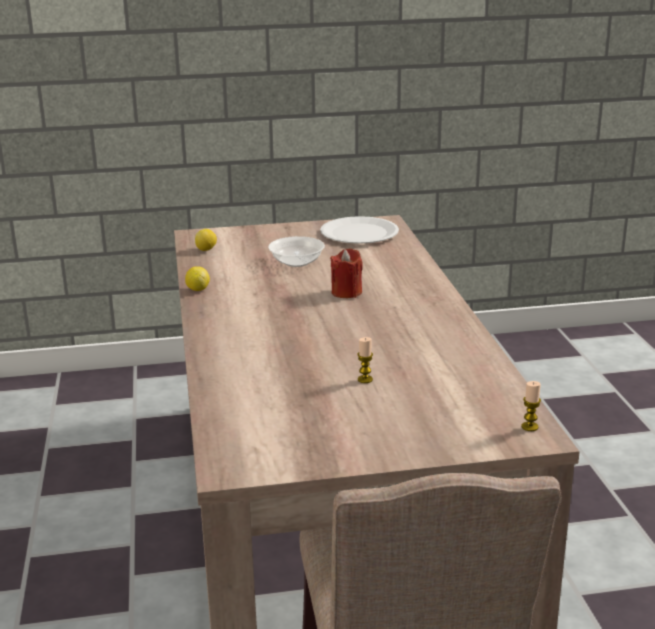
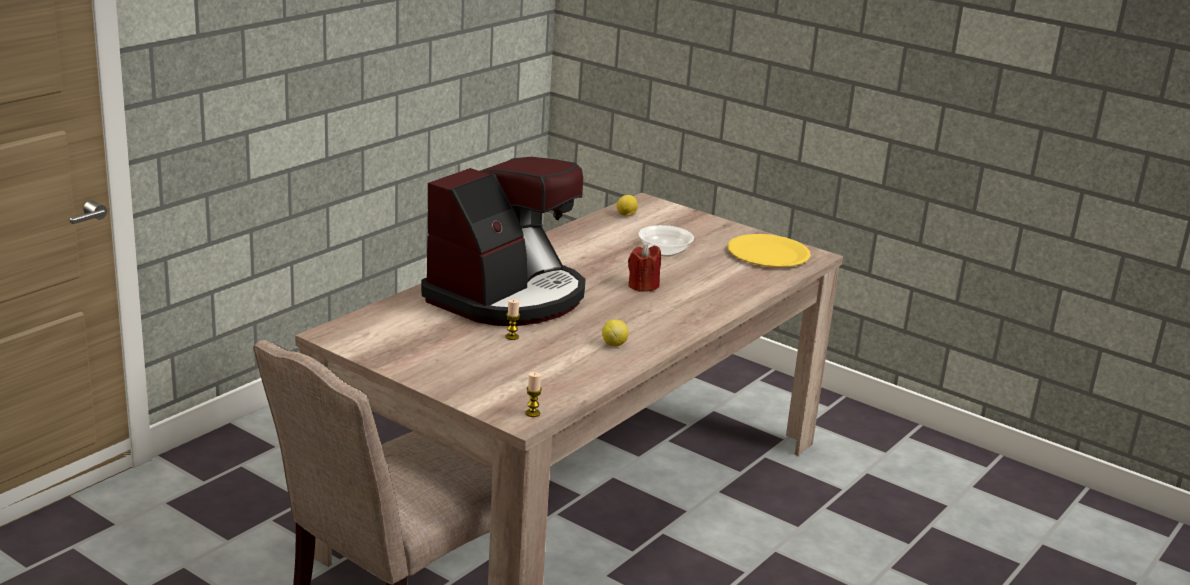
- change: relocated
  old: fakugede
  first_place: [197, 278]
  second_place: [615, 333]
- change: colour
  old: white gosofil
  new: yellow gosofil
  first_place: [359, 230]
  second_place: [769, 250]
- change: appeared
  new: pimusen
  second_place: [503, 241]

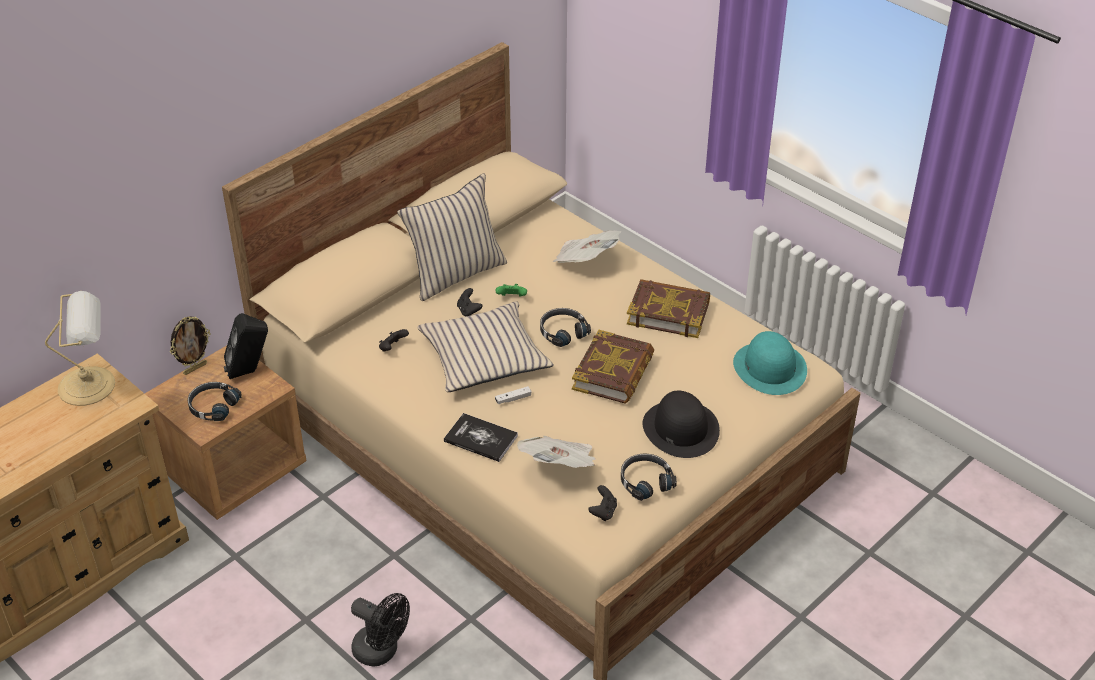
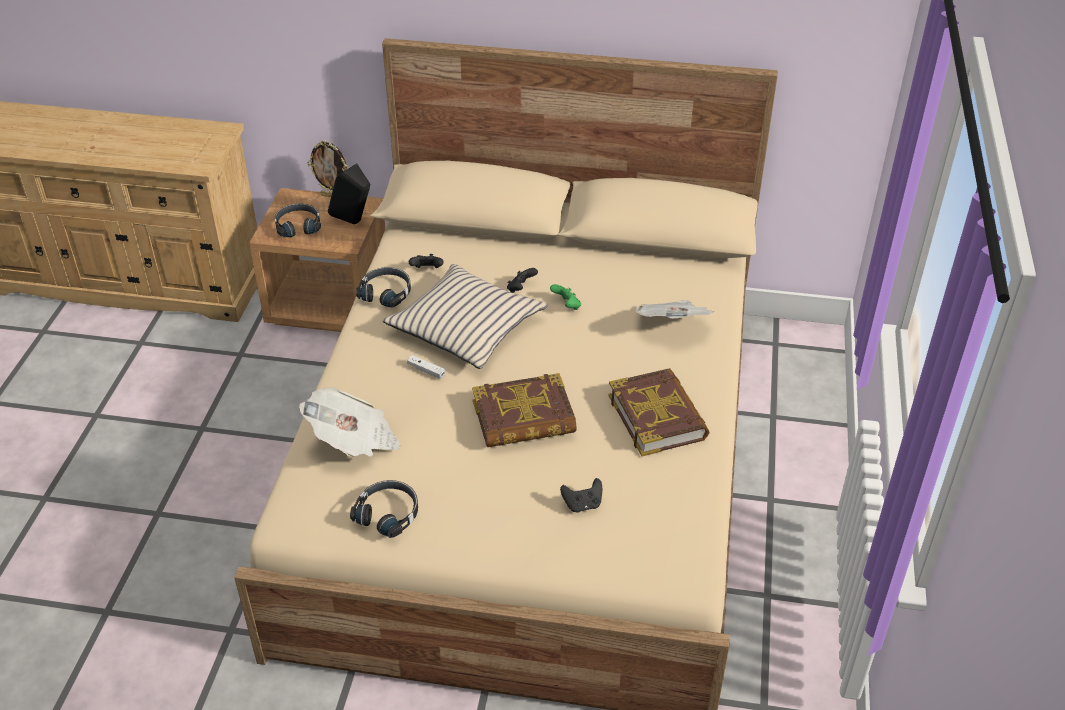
- change: missing
  old: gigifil
  first_place: [80, 348]
- change: missing
  old: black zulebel
  first_place: [380, 629]
- change: missing
  old: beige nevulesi
  first_place: [452, 237]
- change: missing
  old: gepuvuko
  first_place: [481, 437]
- change: relocated
  old: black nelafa
  first_place: [565, 327]
  second_place: [383, 287]
- change: relocated
  old: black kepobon
  first_place: [602, 503]
  second_place: [581, 495]
- change: missing
  old: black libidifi
  first_place: [681, 424]
- change: missing
  old: turquoise libidifi
  first_place: [770, 363]

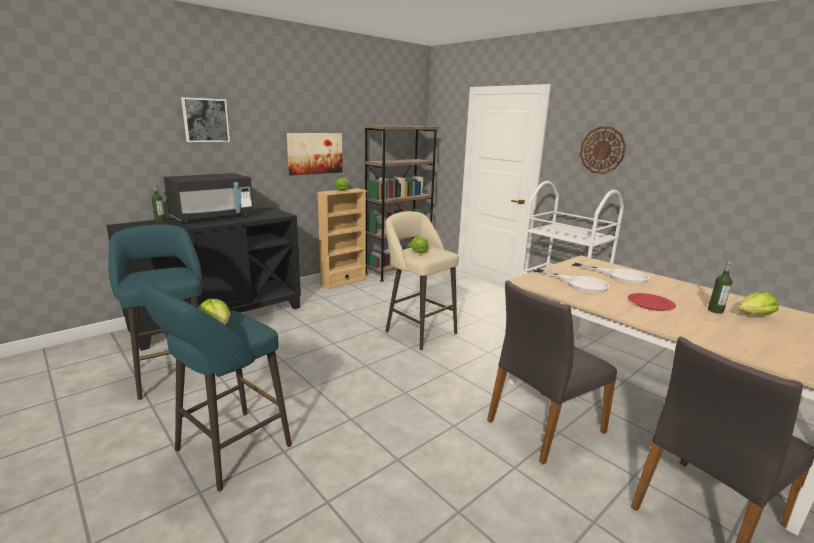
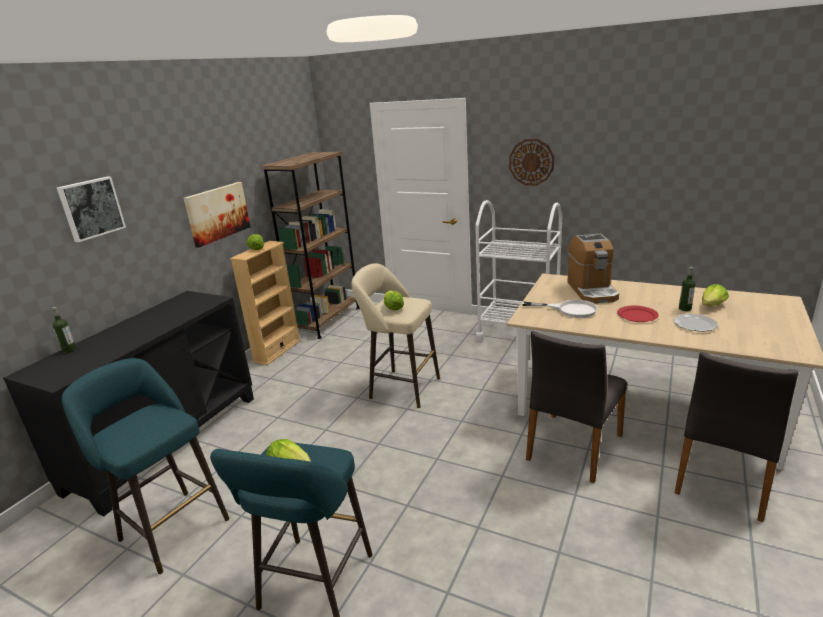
- change: missing
  old: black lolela
  first_place: [209, 198]
- change: exchanged
  old: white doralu
  new: pimusen
  first_place: [610, 273]
  second_place: [593, 269]
- change: appeared
  new: gosofil
  second_place: [696, 323]

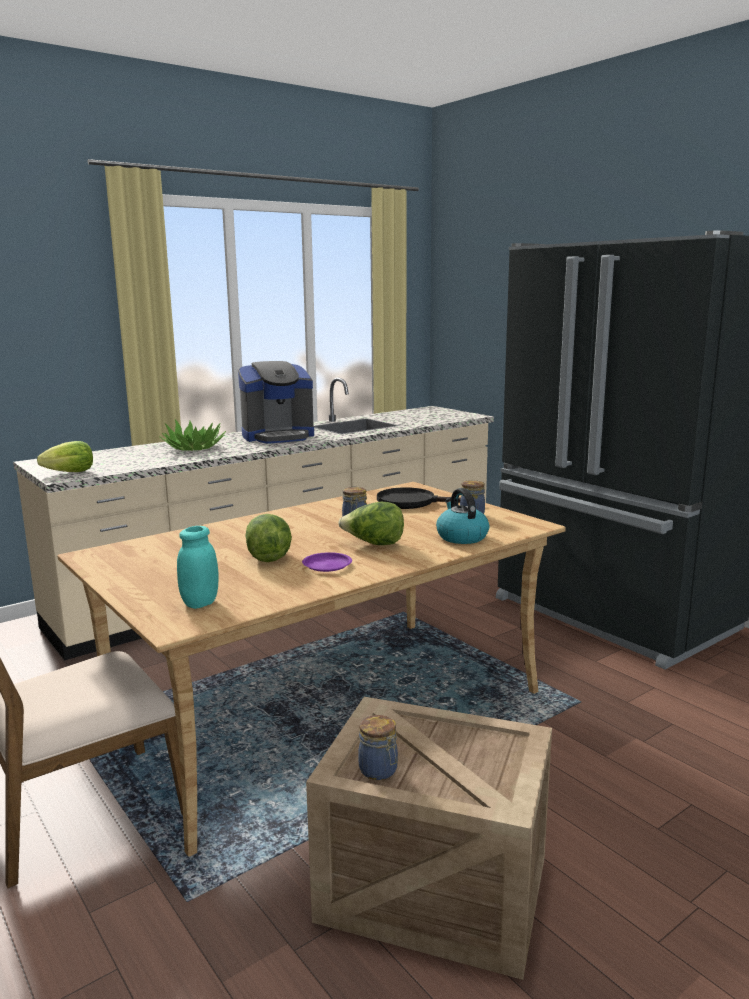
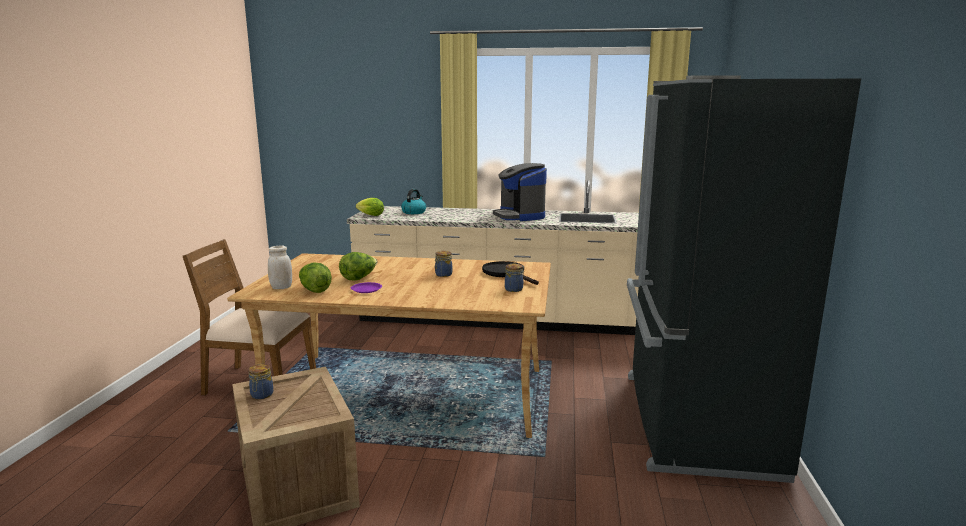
- change: missing
  old: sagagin
  first_place: [192, 435]
- change: colour
  old: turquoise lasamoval
  new: white lasamoval
  first_place: [197, 567]
  second_place: [280, 267]
- change: spun
  old: pimusen
  first_place: [276, 402]
  second_place: [520, 192]
  degrees: 45
- change: relocated
  old: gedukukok
  first_place: [371, 523]
  second_place: [315, 277]
- change: relocated
  old: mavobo
  first_place: [462, 516]
  second_place: [413, 201]

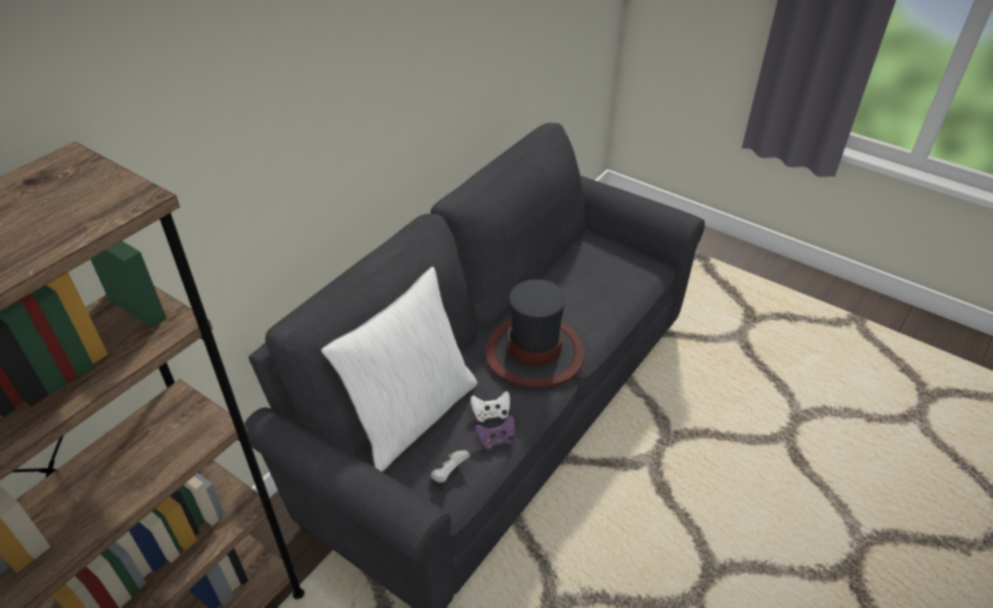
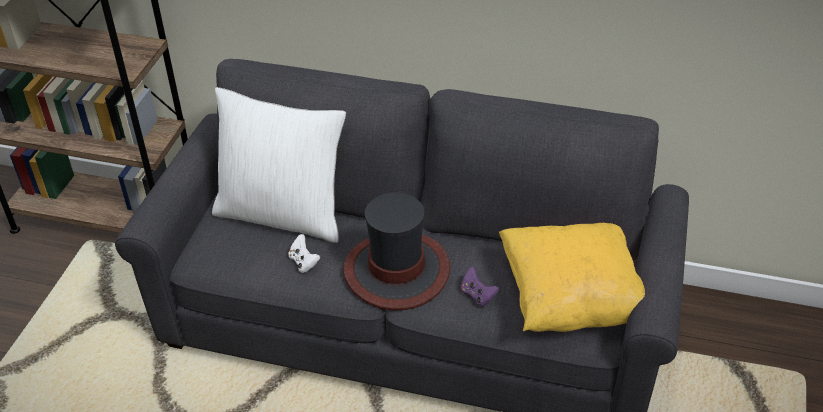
- change: missing
  old: white kepobon
  first_place: [450, 466]
- change: relocated
  old: purple kepobon
  first_place: [495, 432]
  second_place: [479, 287]
- change: appeared
  new: yellow nevulesi
  second_place: [572, 277]

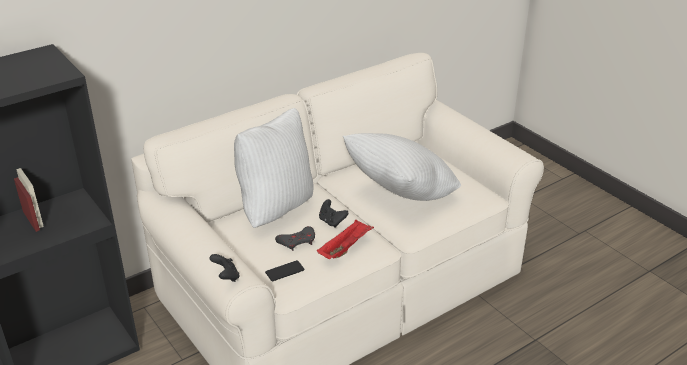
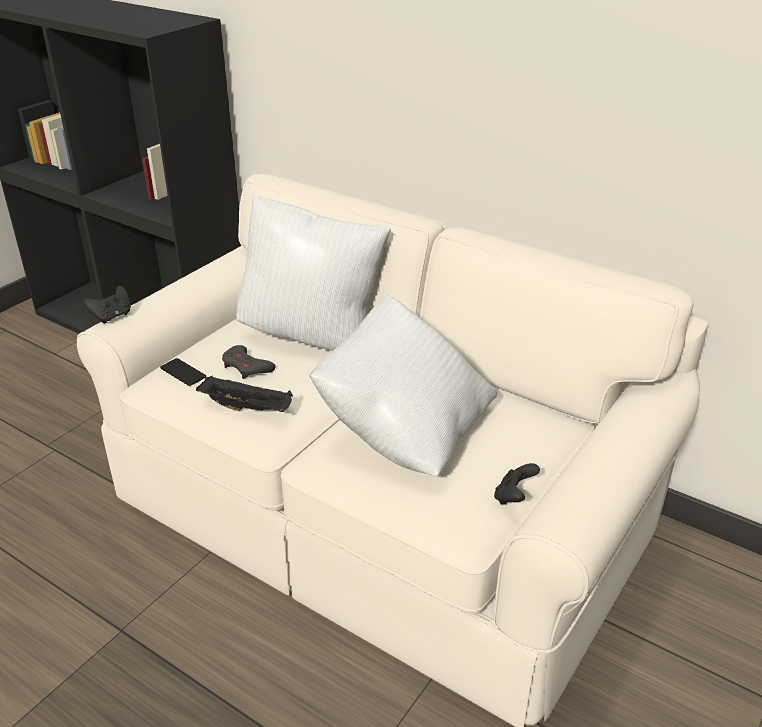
- change: colour
  old: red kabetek
  new: black kabetek
  first_place: [345, 239]
  second_place: [244, 393]
- change: relocated
  old: black kepobon
  first_place: [333, 213]
  second_place: [517, 484]

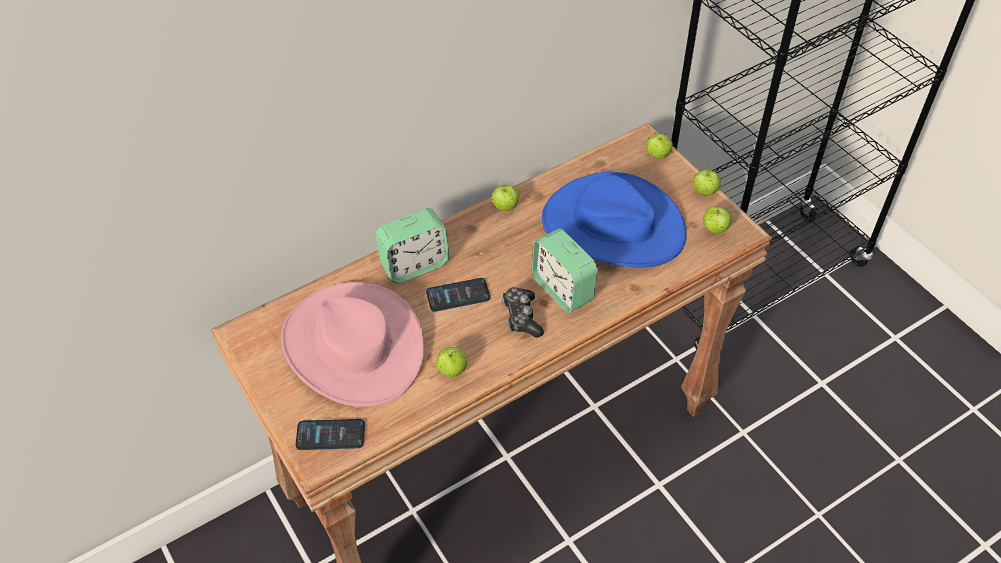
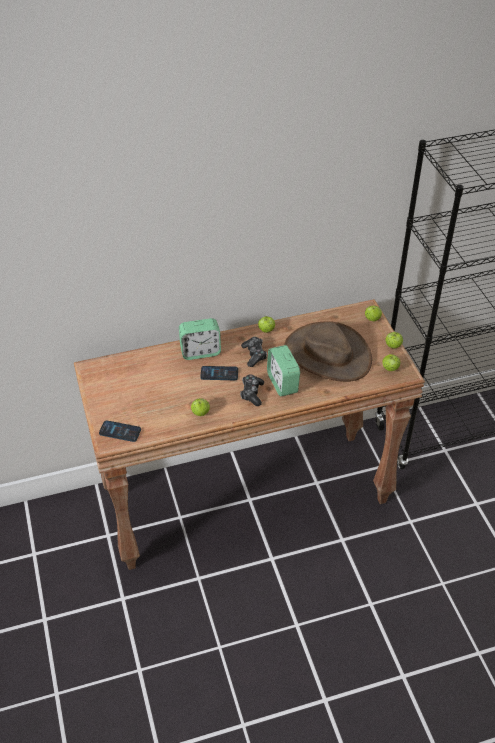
- change: missing
  old: pink libidifi
  first_place: [352, 344]
- change: colour
  old: blue libidifi
  new: brown libidifi
  first_place: [614, 219]
  second_place: [328, 351]
- change: appeared
  new: kepobon
  second_place: [254, 352]

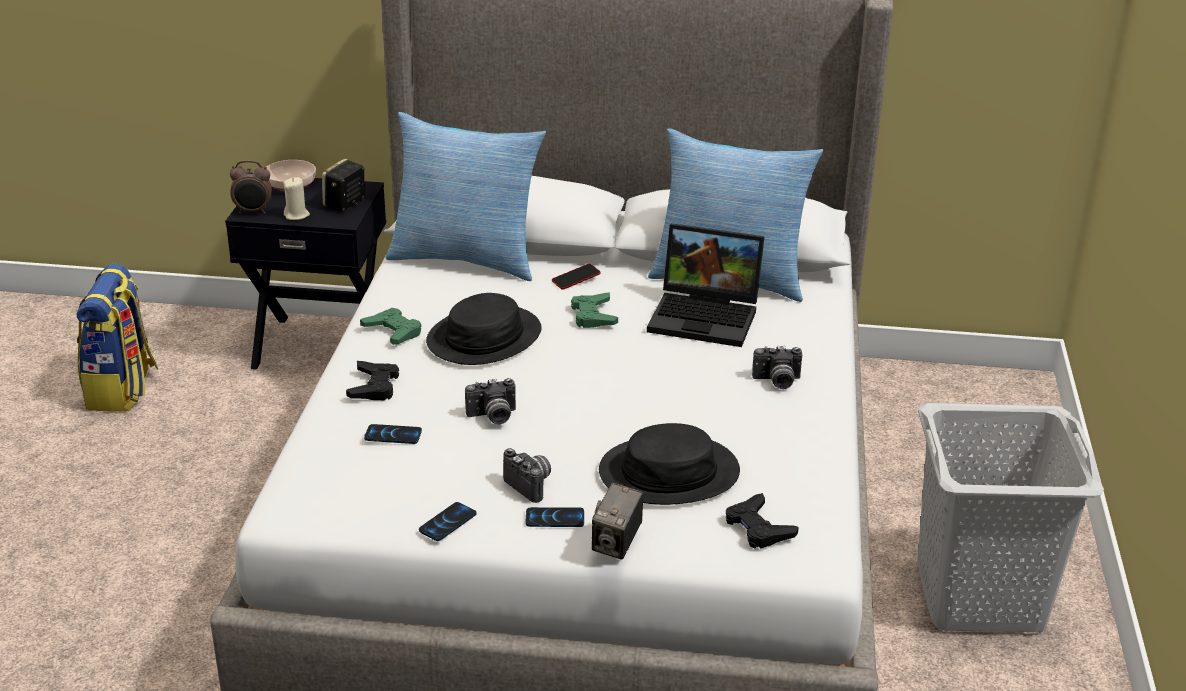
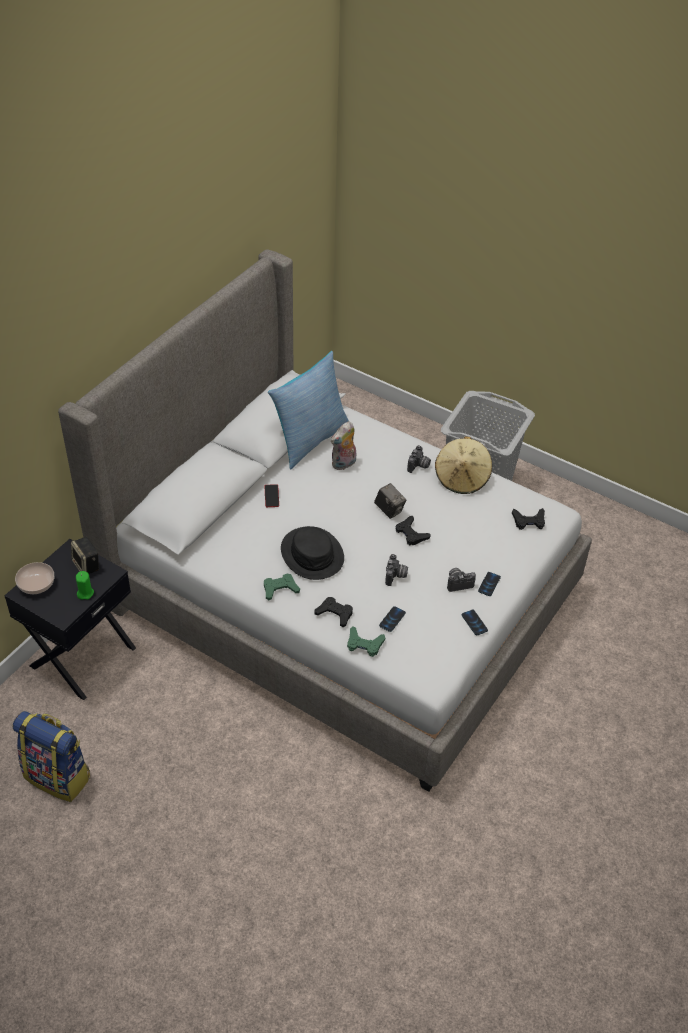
- change: missing
  old: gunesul
  first_place: [251, 187]
- change: colour
  old: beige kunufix
  new: green kunufix
  first_place: [297, 198]
  second_place: [85, 585]
- change: missing
  old: nevulesi
  first_place: [466, 196]
- change: relocated
  old: green kepobon
  first_place: [594, 310]
  second_place: [366, 641]
- change: relocated
  old: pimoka
  first_place: [617, 521]
  second_place: [390, 501]
- change: missing
  old: black libidifi
  first_place: [669, 464]
- change: exchanged
  old: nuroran
  new: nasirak
  first_place: [706, 285]
  second_place: [343, 446]
- change: appeared
  new: black kepobon
  second_place: [413, 530]
- change: appeared
  new: beige libidifi
  second_place: [463, 465]

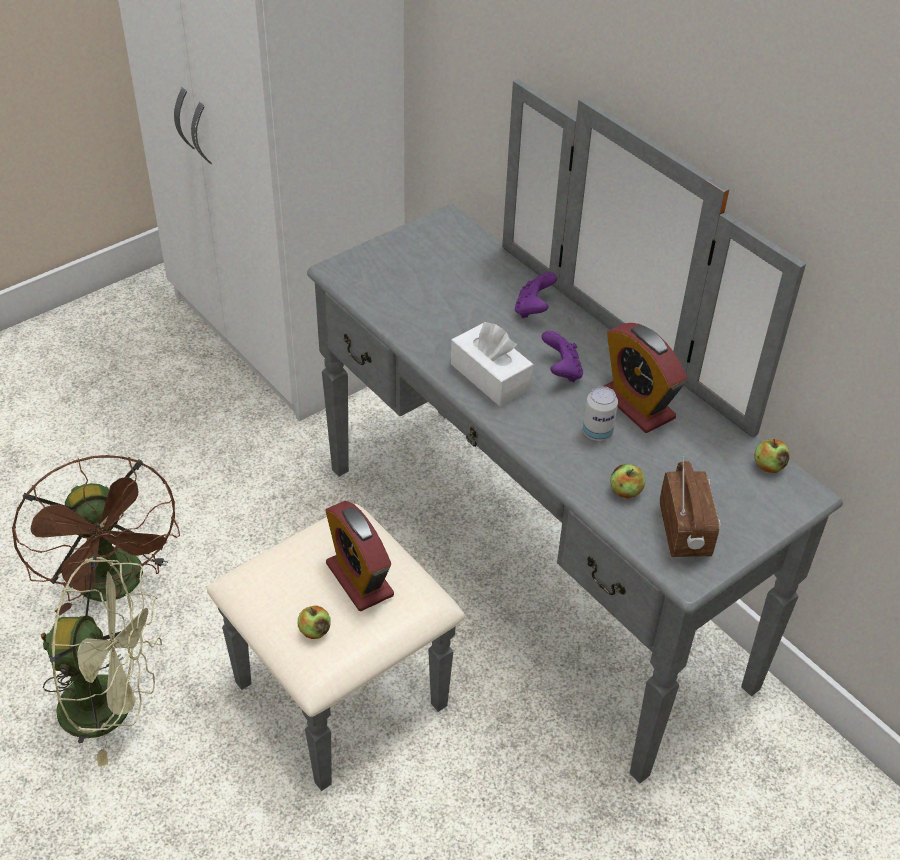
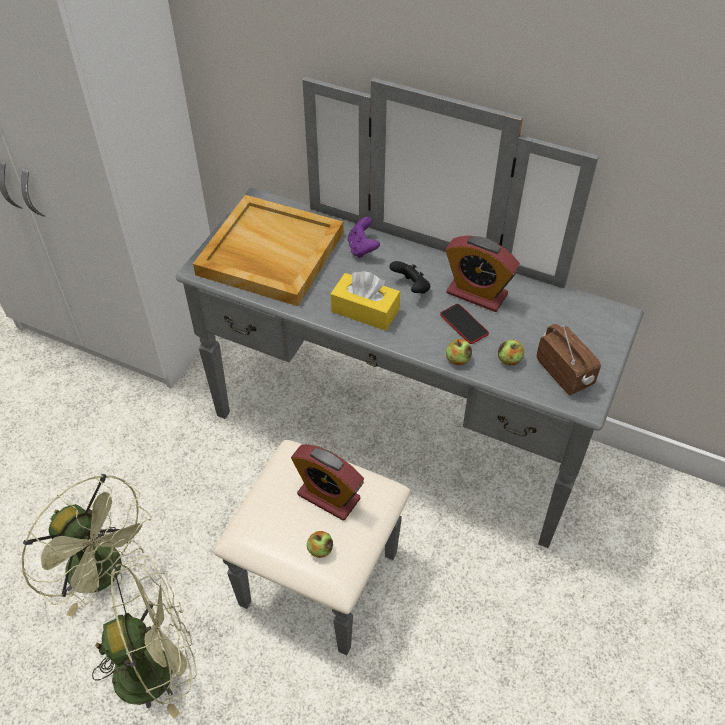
- change: colour
  old: brown zulebel
  new: green zulebel
  first_place: [96, 535]
  second_place: [87, 545]
- change: colour
  old: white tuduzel
  new: yellow tuduzel
  first_place: [492, 363]
  second_place: [365, 301]
- change: colour
  old: purple kepobon
  new: black kepobon
  first_place: [562, 357]
  second_place: [409, 277]
- change: exchanged
  old: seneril
  new: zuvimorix
  first_place: [600, 413]
  second_place: [464, 324]
- change: relocated
  old: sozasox
  first_place: [771, 456]
  second_place: [459, 352]
- change: appeared
  new: beige kabetek
  second_place: [268, 250]

